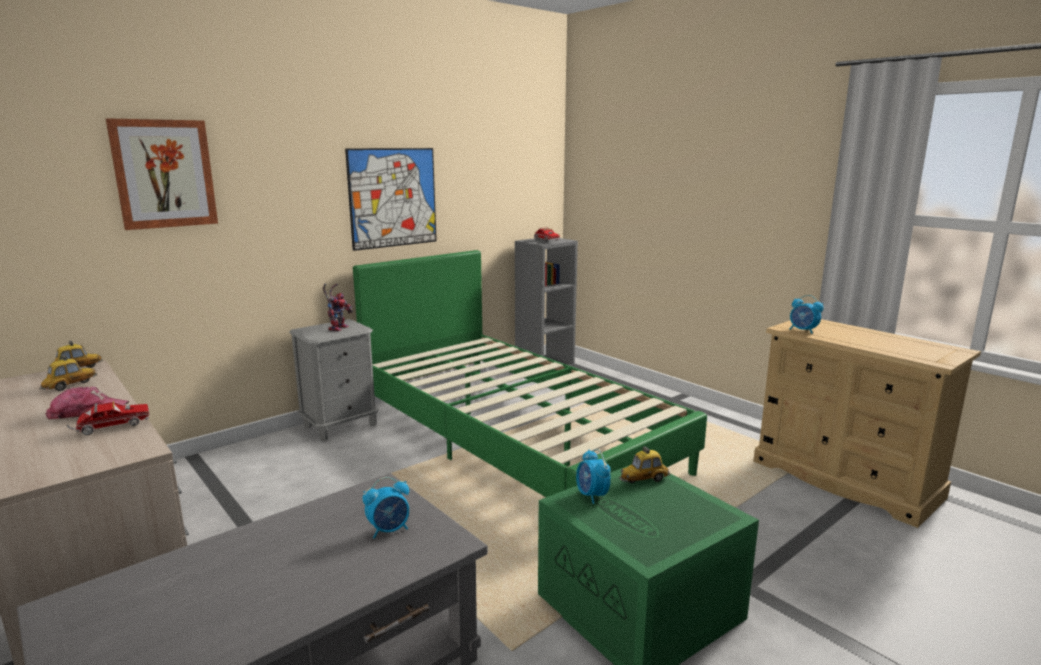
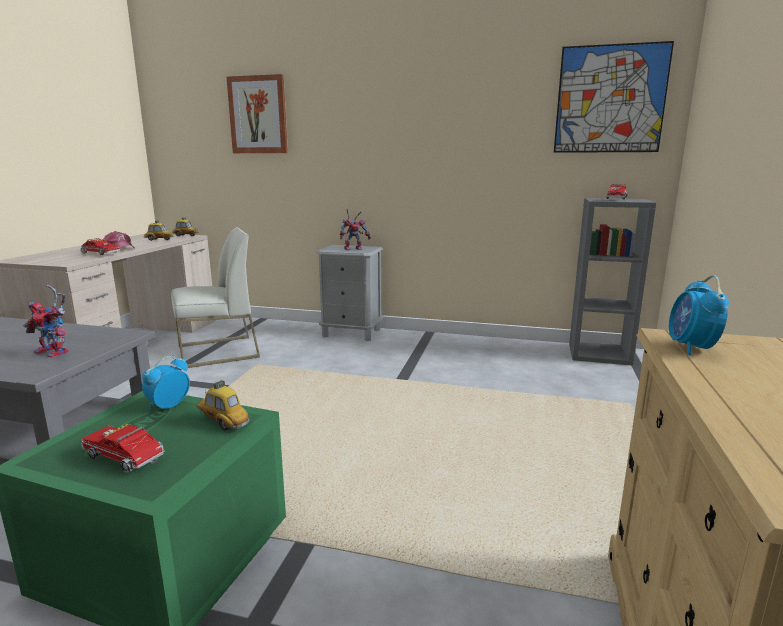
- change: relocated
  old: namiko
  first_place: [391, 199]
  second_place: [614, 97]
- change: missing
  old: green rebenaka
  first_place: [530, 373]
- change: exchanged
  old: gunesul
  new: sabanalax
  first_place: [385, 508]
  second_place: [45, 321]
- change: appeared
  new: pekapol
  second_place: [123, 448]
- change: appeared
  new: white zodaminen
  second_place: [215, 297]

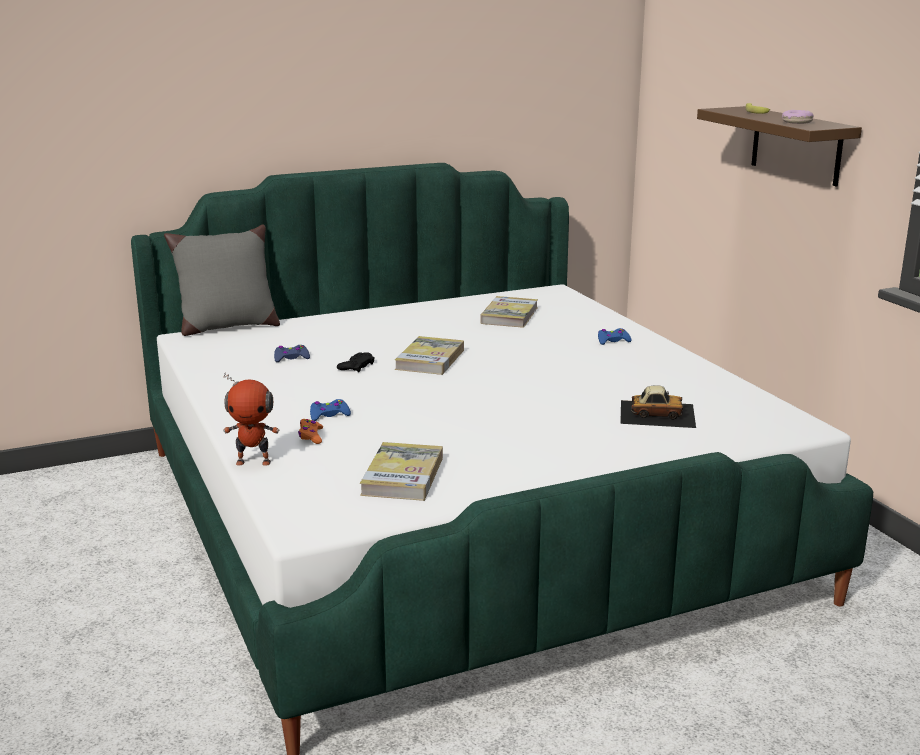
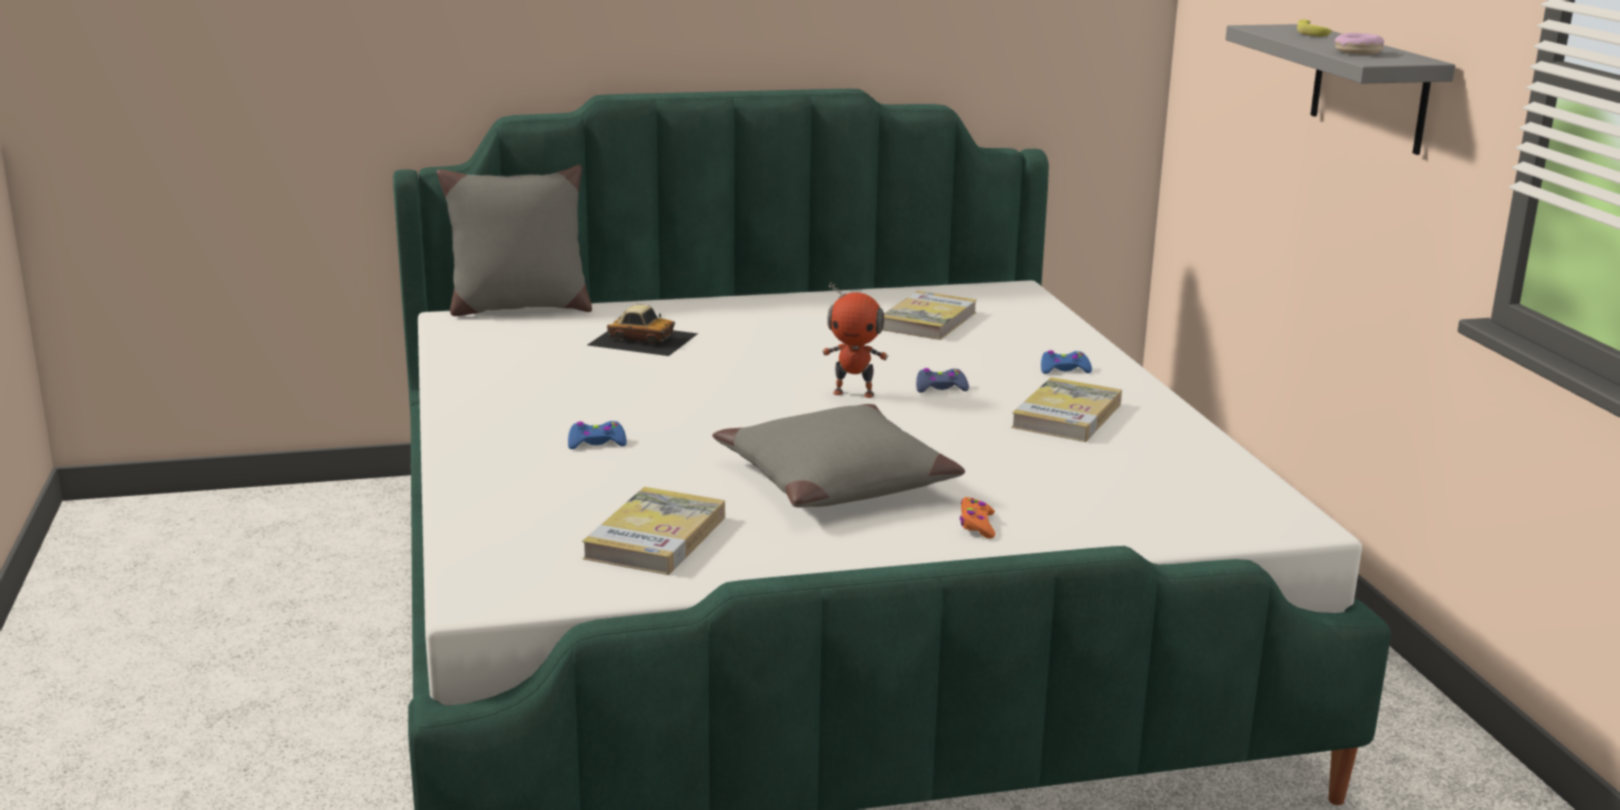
- change: relocated
  old: sabanalax
  first_place: [251, 419]
  second_place: [855, 340]
- change: relocated
  old: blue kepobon
  first_place: [292, 353]
  second_place: [942, 380]
- change: relocated
  old: orange kepobon
  first_place: [310, 431]
  second_place: [977, 518]
- change: missing
  old: black kepobon
  first_place: [356, 362]
- change: relocated
  old: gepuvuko
  first_place: [429, 355]
  second_place: [1066, 409]
- change: relocated
  old: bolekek
  first_place: [658, 406]
  second_place: [643, 330]
- change: colour
  old: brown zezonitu
  new: grey zezonitu
  first_place: [779, 146]
  second_place: [1340, 89]
- change: appeared
  new: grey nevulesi
  second_place: [838, 456]

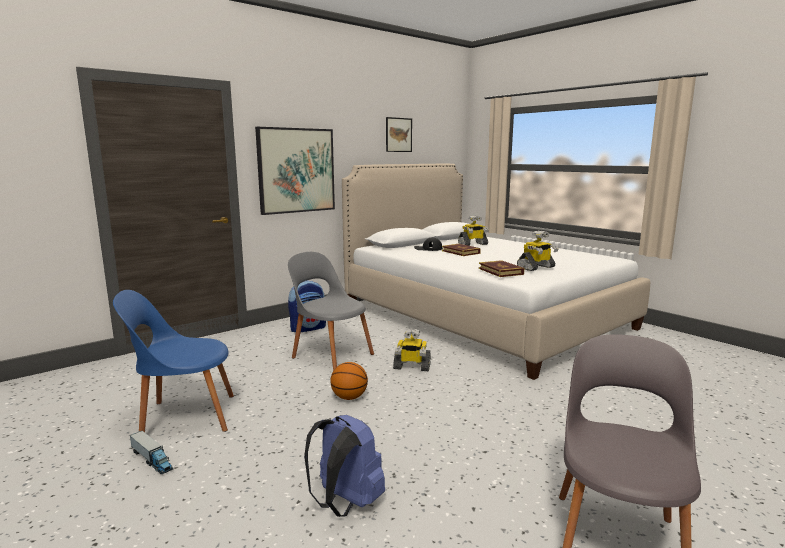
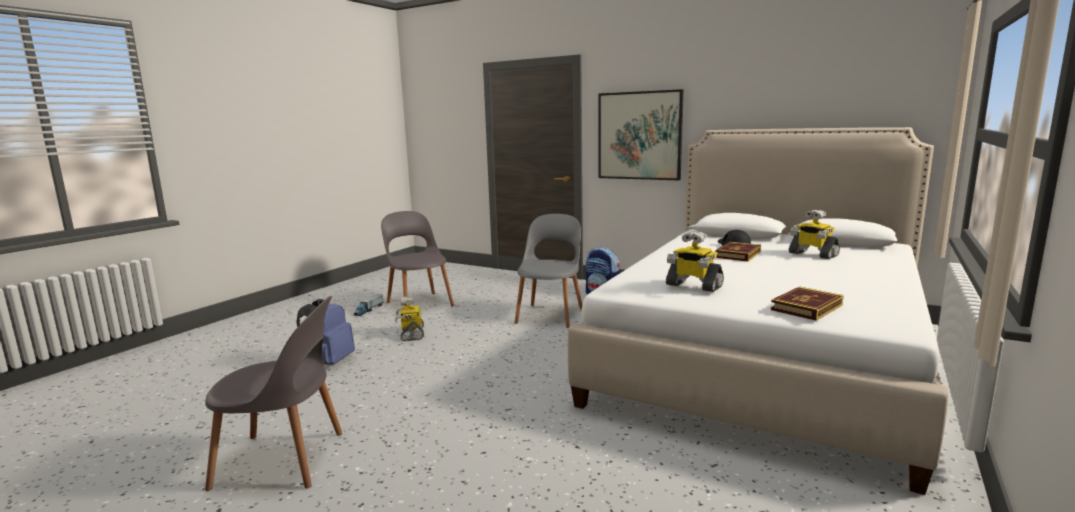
- change: colour
  old: blue zodaminen
  new: grey zodaminen
  first_place: [173, 361]
  second_place: [417, 259]
- change: missing
  old: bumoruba
  first_place: [349, 381]
- change: missing
  old: namiko
  first_place: [399, 134]
- change: relocated
  old: sabanalax
  first_place: [412, 349]
  second_place: [409, 318]
- change: relocated
  old: gepuvuko
  first_place: [501, 268]
  second_place: [807, 304]

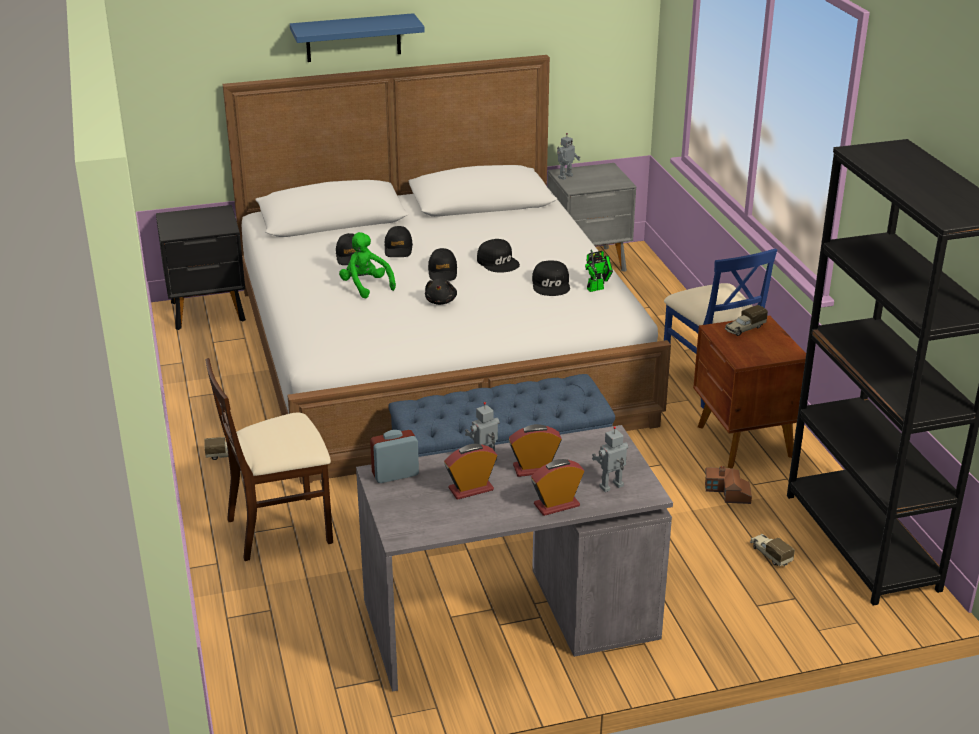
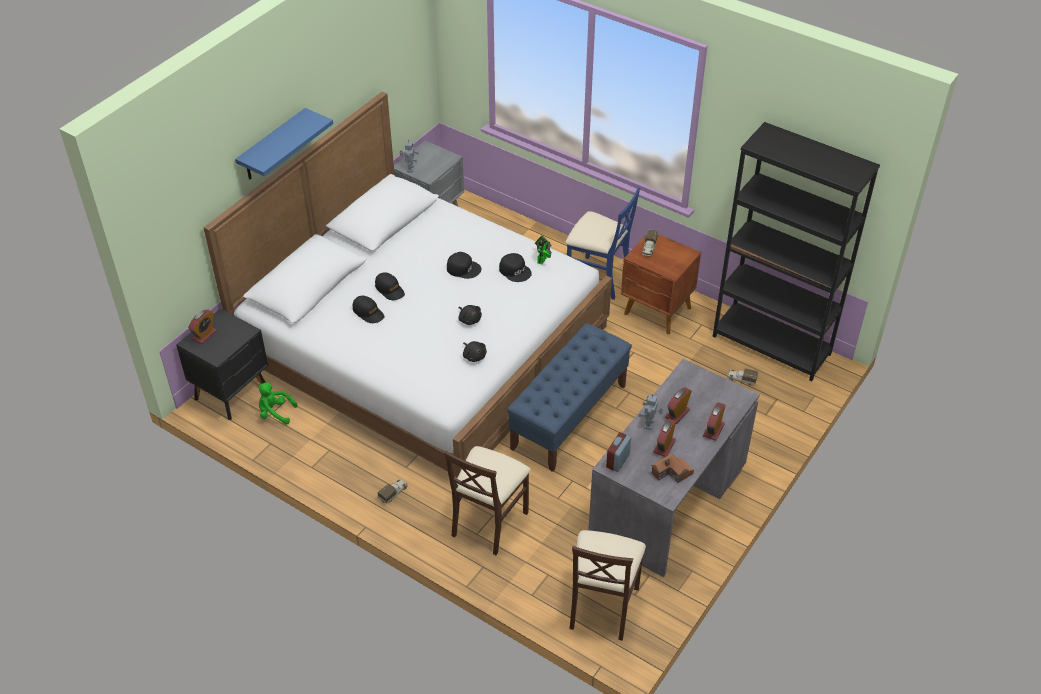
- change: relocated
  old: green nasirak
  first_place: [367, 265]
  second_place: [278, 403]
- change: missing
  old: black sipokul
  first_place: [442, 264]
- change: missing
  old: sabanalax
  first_place: [610, 459]
- change: relocated
  old: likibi
  first_place: [728, 485]
  second_place: [672, 468]
- change: appeared
  new: gunesul
  second_place: [202, 327]
- change: appeared
  new: black nasirak
  second_place: [475, 351]
- change: appeared
  new: beige zodaminen
  second_place: [607, 585]

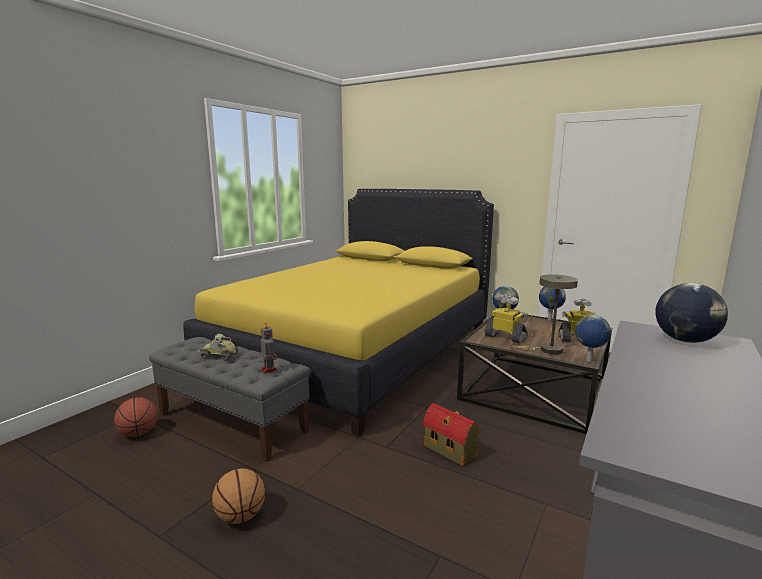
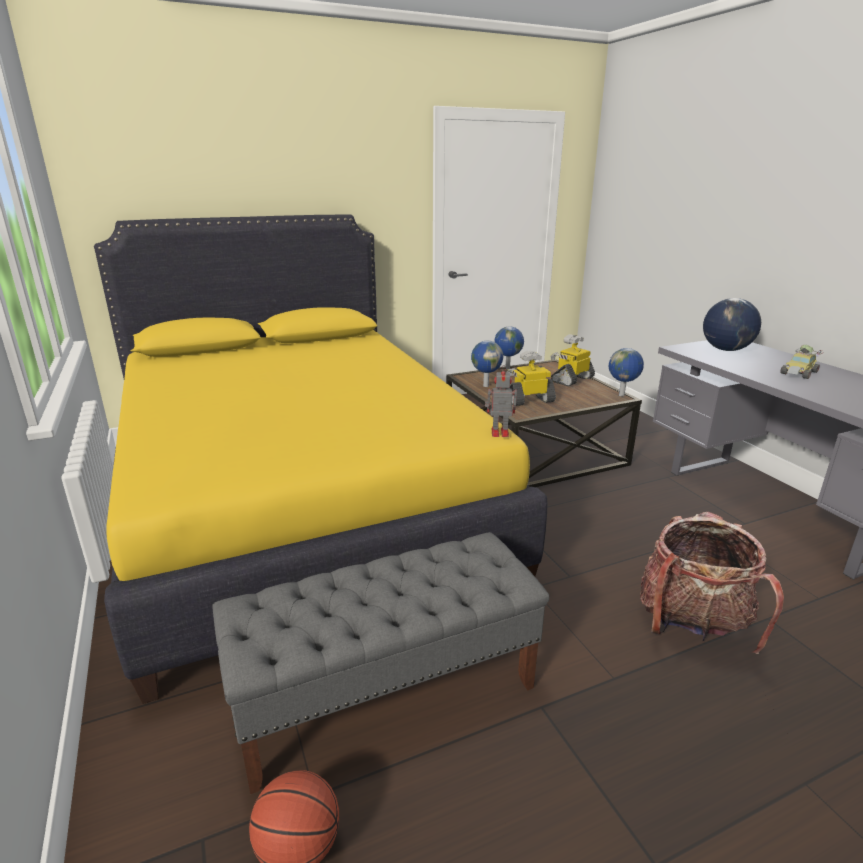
- change: relocated
  old: bolekek
  first_place: [218, 347]
  second_place: [802, 362]
- change: missing
  old: bumoruba
  first_place: [238, 496]
- change: relocated
  old: sabanalax
  first_place: [269, 348]
  second_place: [501, 401]
- change: missing
  old: likibi
  first_place: [451, 434]
- change: missing
  old: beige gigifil
  first_place: [545, 314]
- change: appeared
  new: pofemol
  second_place: [712, 583]

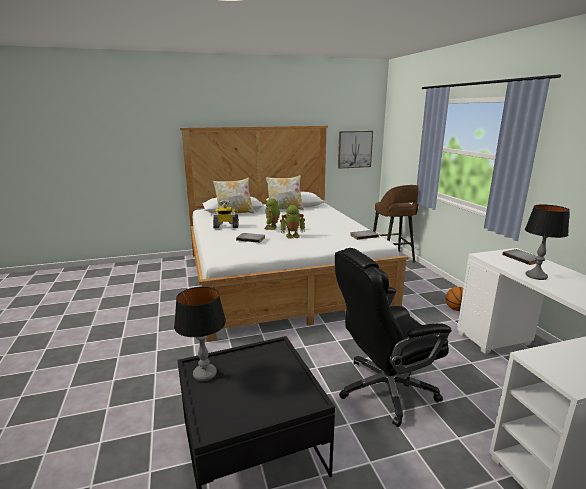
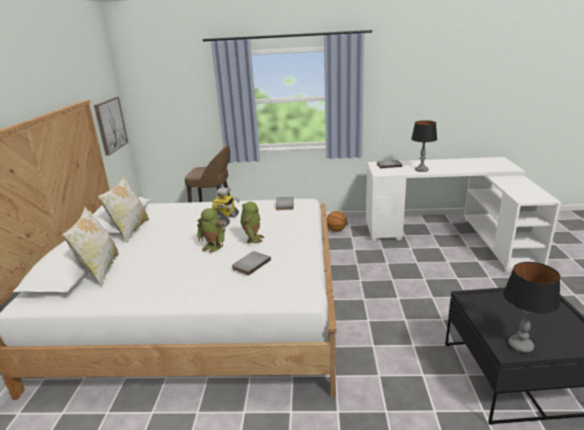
- change: relocated
  old: sabanalax
  first_place: [226, 214]
  second_place: [226, 207]
- change: missing
  old: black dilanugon
  first_place: [393, 337]

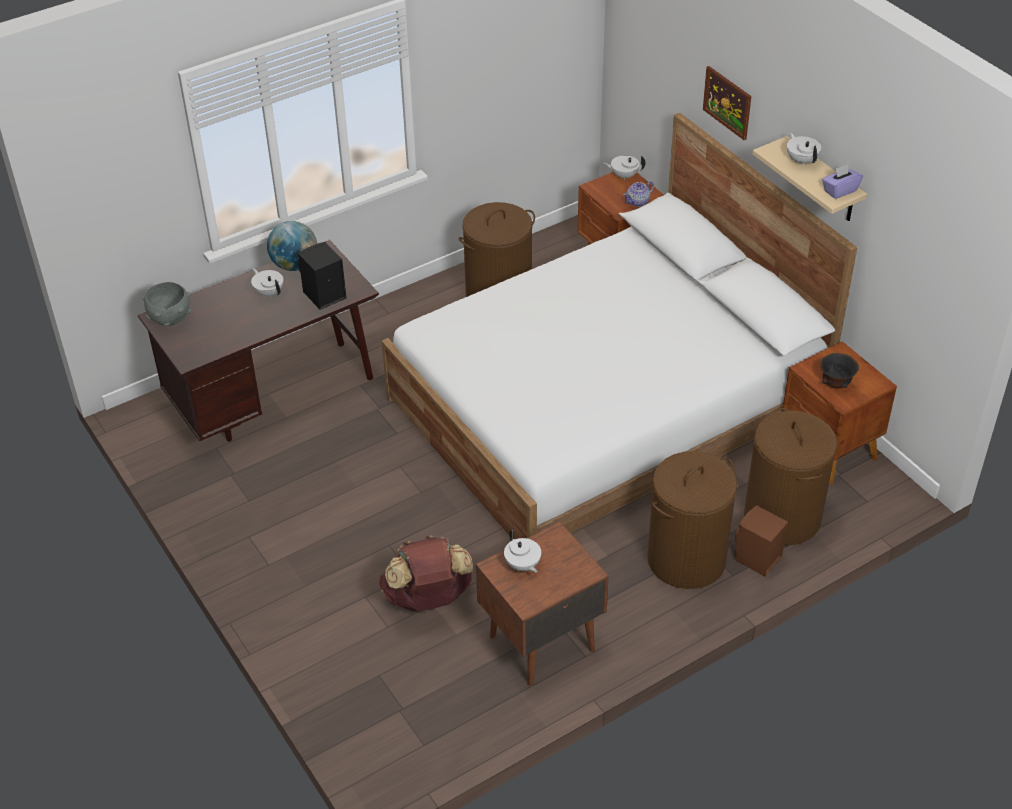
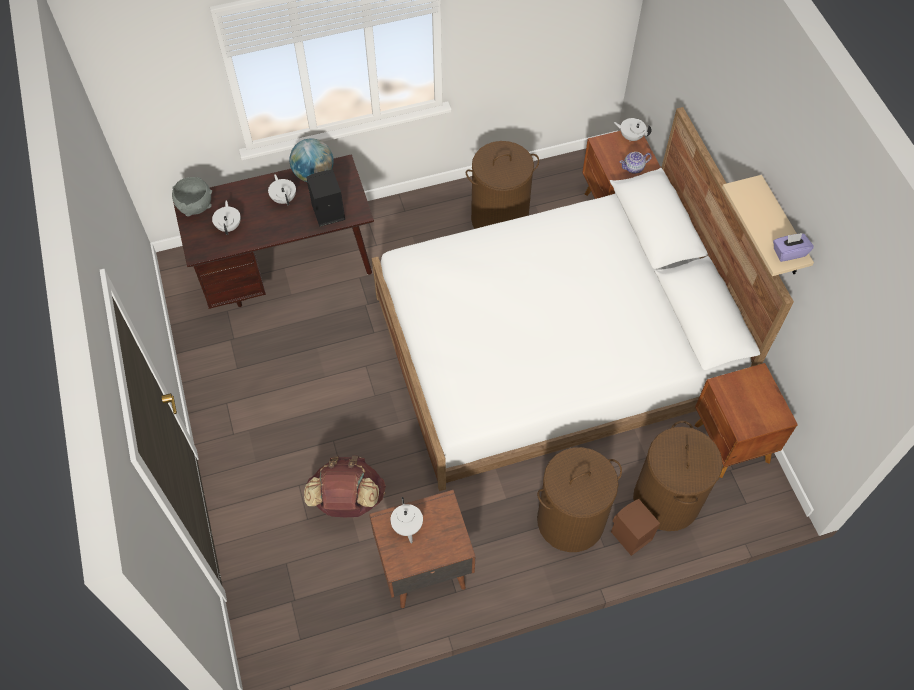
- change: missing
  old: namiko
  first_place: [727, 103]
- change: relocated
  old: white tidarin
  first_place: [804, 148]
  second_place: [226, 217]
- change: missing
  old: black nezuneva
  first_place: [839, 371]

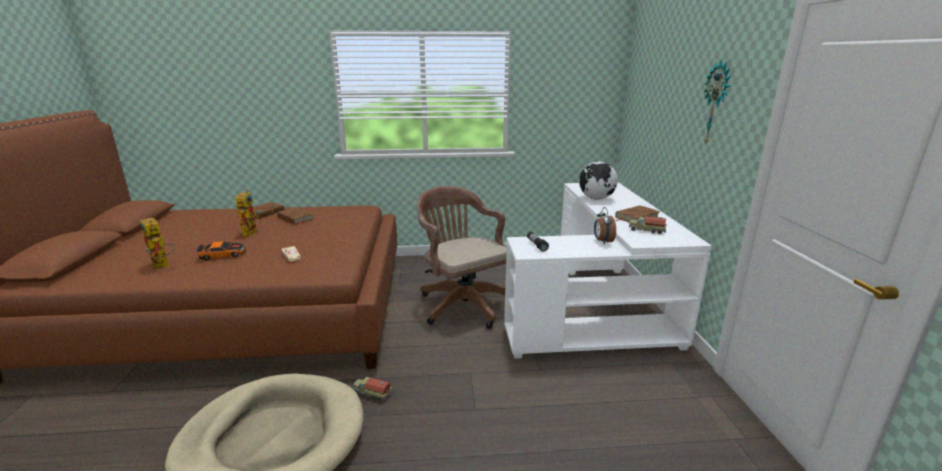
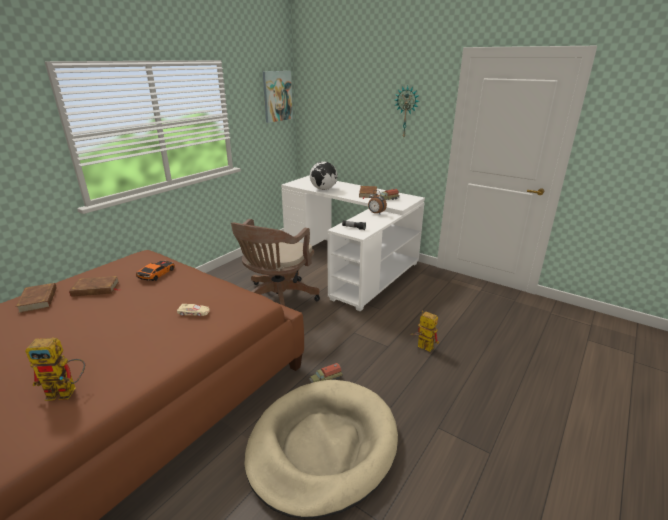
- change: relocated
  old: bolekek
  first_place: [221, 250]
  second_place: [155, 271]
- change: relocated
  old: sabanalax
  first_place: [247, 212]
  second_place: [424, 331]
- change: spun
  old: brown dilanugon
  first_place: [462, 257]
  second_place: [275, 262]
  degrees: -75
- change: appeared
  new: namiko
  second_place: [278, 97]

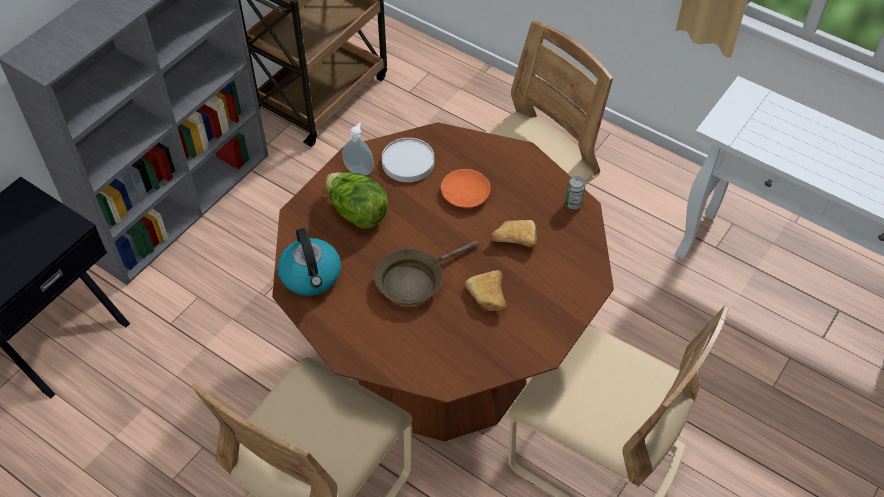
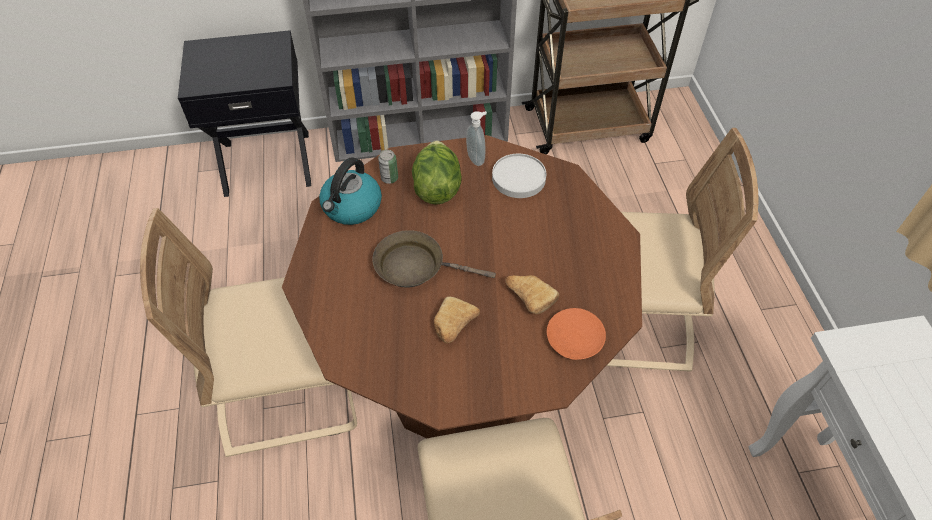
- change: relocated
  old: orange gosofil
  first_place: [465, 188]
  second_place: [576, 334]
- change: relocated
  old: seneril
  first_place: [575, 192]
  second_place: [388, 167]

